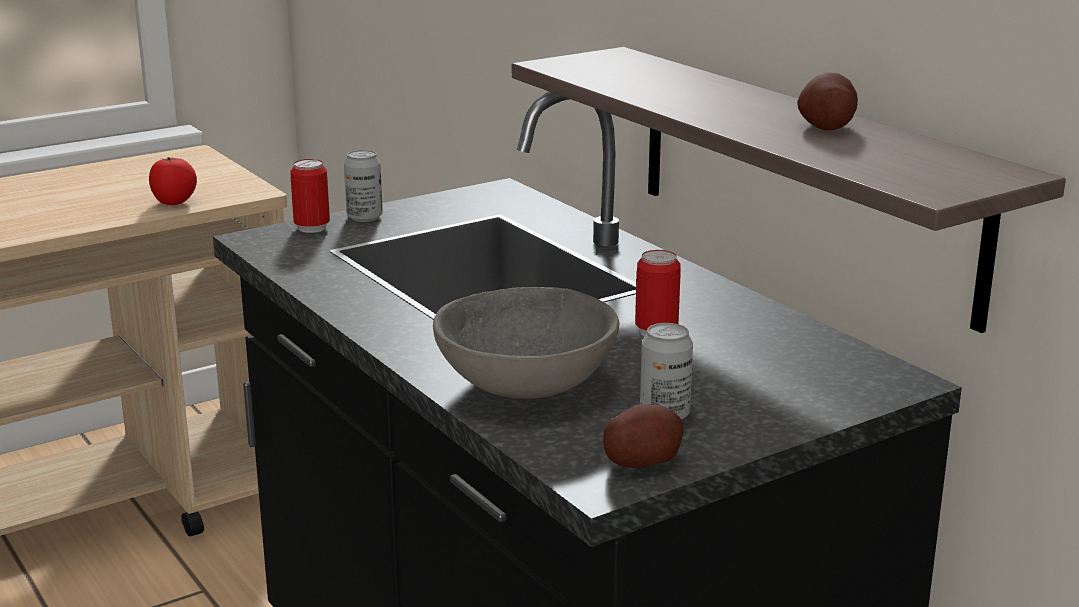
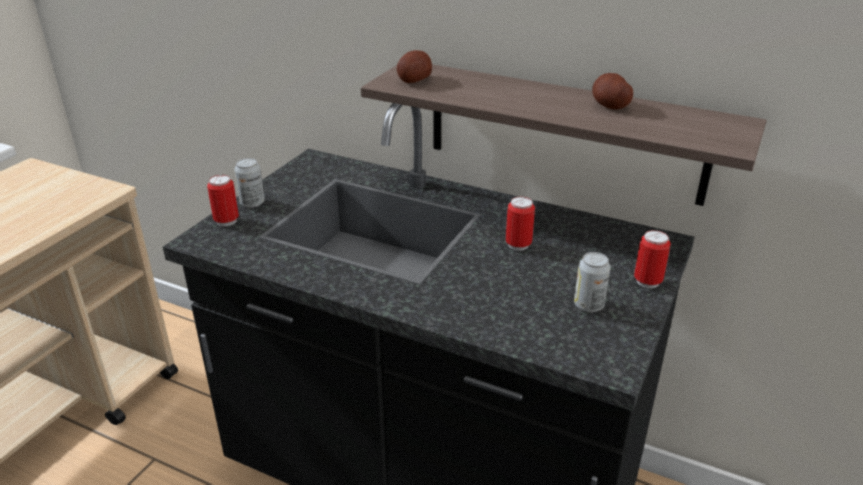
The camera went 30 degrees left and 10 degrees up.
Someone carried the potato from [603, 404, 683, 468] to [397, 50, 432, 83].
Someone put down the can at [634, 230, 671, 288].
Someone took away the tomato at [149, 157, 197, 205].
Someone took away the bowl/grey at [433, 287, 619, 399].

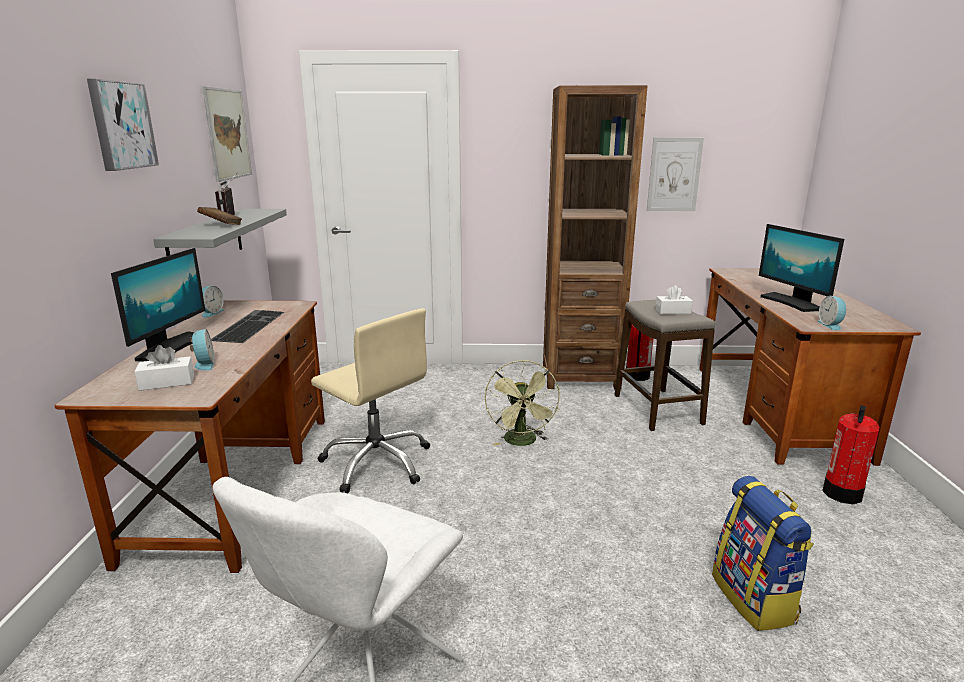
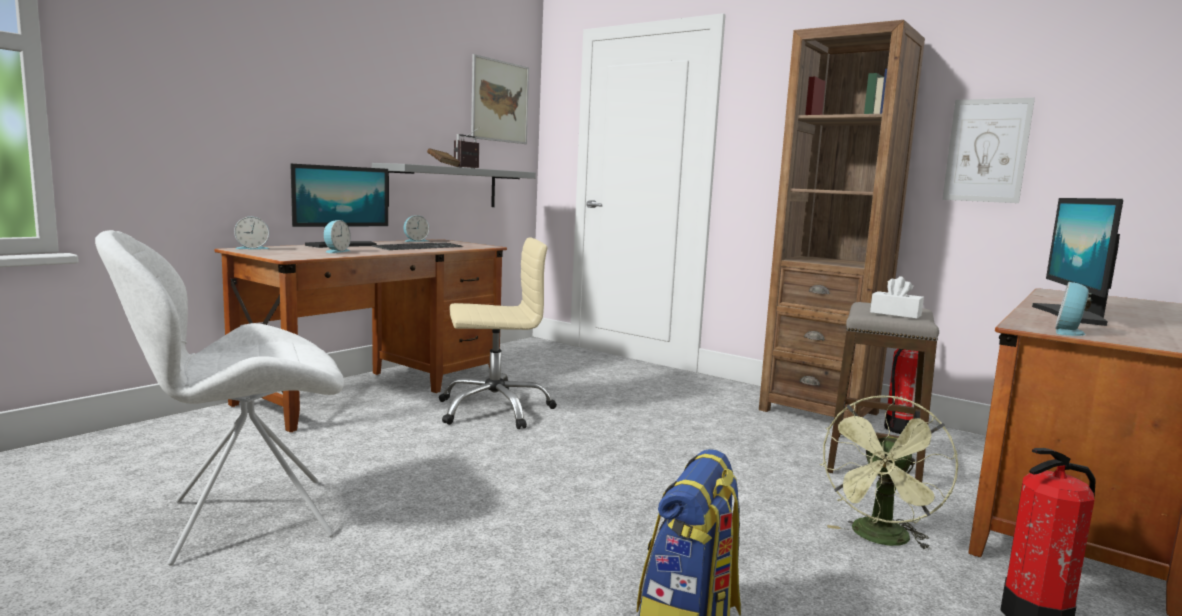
The camera went 35 degrees right and 10 degrees down.
Someone put down the alarm clock at [234, 217, 269, 249].
Someone rotated the office chair/beige at [311, 308, 430, 493] by 90 degrees counterclockwise.
Someone carried the fan/green from [485, 360, 560, 446] to [820, 395, 958, 551].
Someone took away the picture at [87, 79, 159, 171].
Someone took away the tissue box/white at [134, 345, 194, 391].

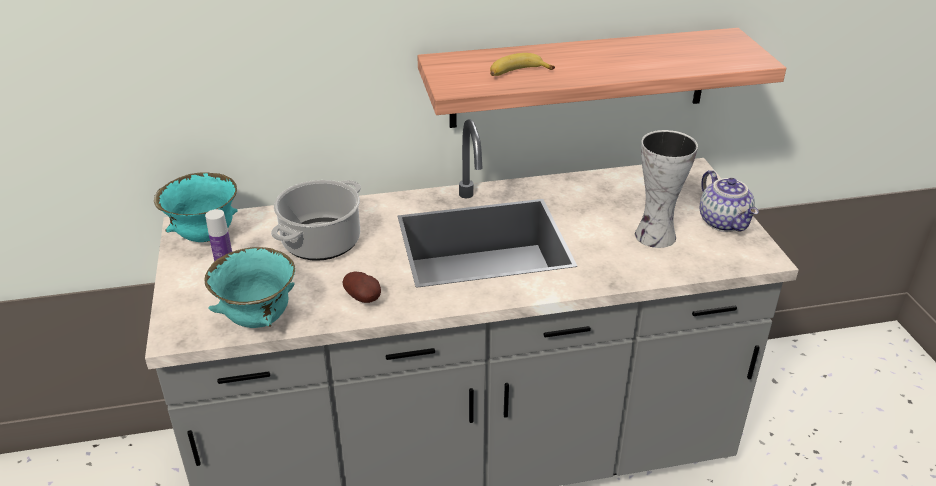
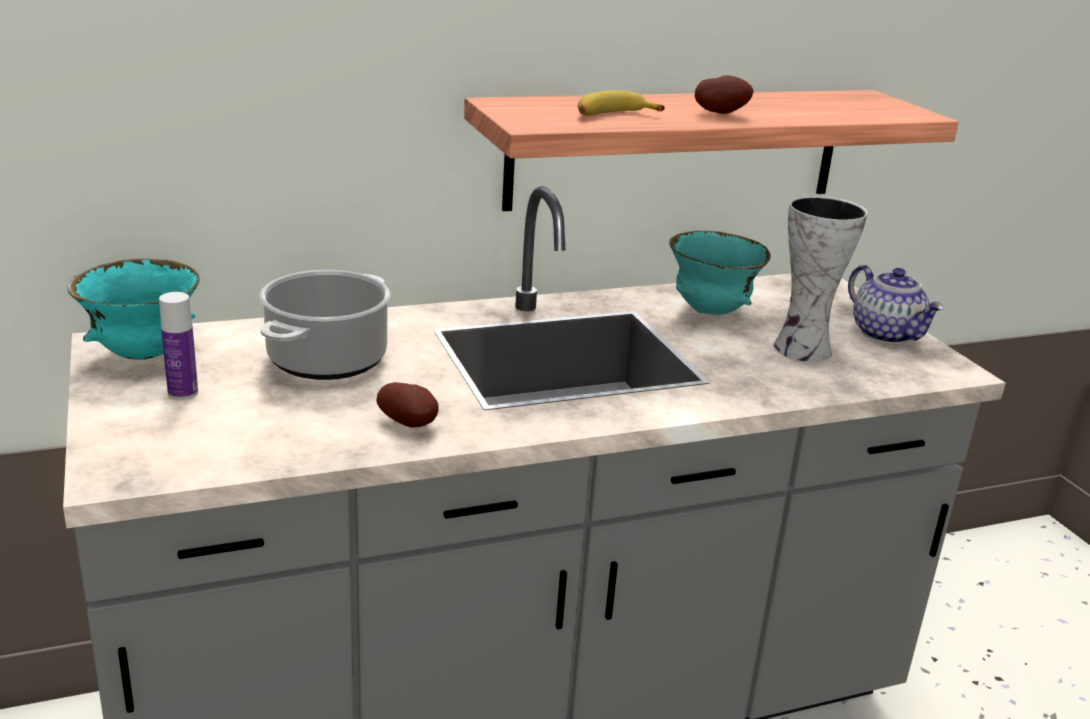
The camera went 10 degrees left and 10 degrees down.
Someone carried the bowl/turquoise from [204, 247, 295, 328] to [669, 231, 771, 315].
Someone put down the potato at [695, 75, 754, 114].

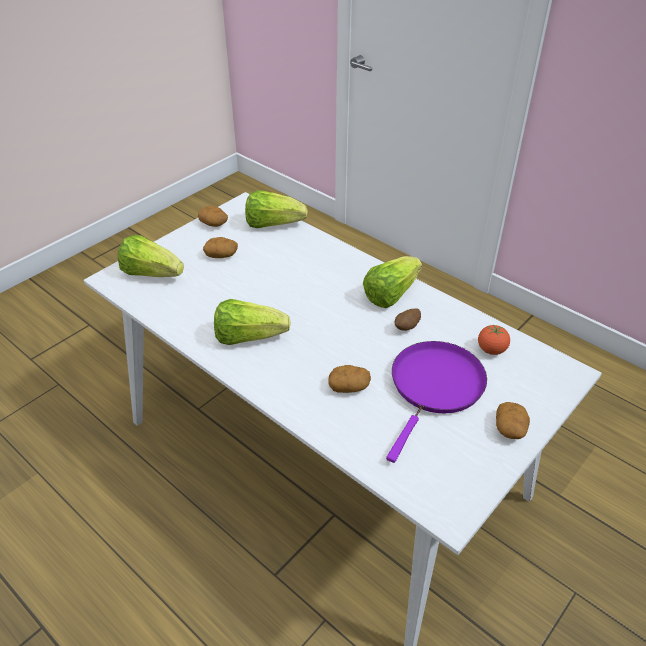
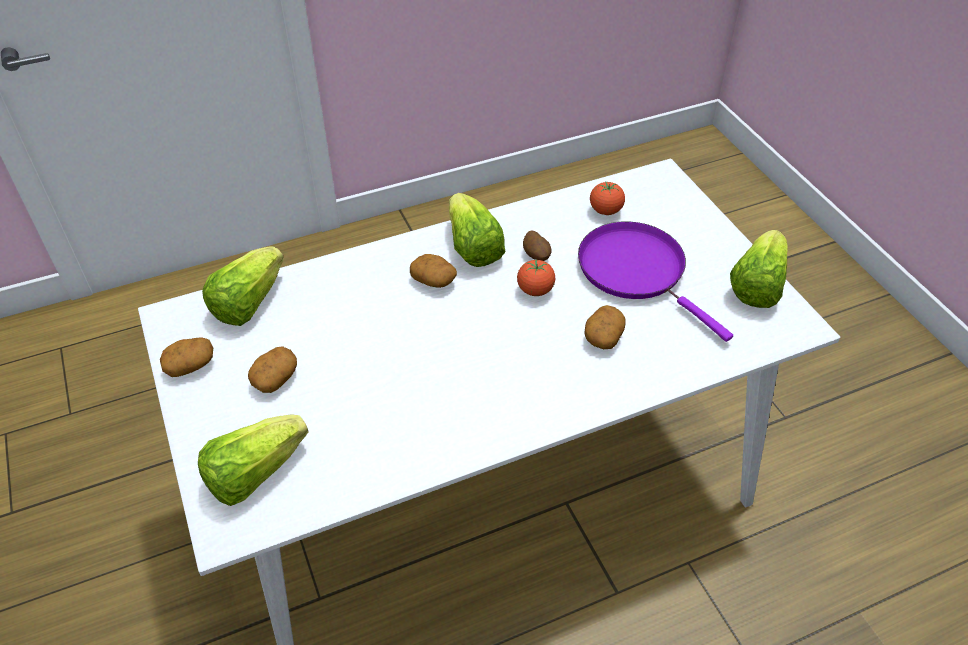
The camera went 65 degrees left and 5 degrees up.
Someone carried the potato from [496, 402, 530, 439] to [410, 254, 457, 288].
Someone put down the tomato at [517, 259, 555, 296].
Someone carried the lettuce from [214, 299, 291, 345] to [730, 230, 788, 308].

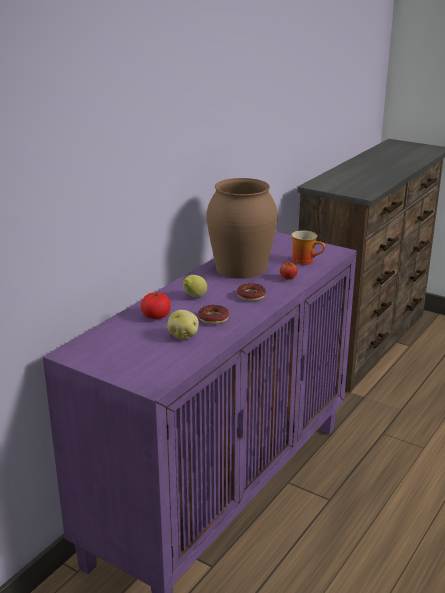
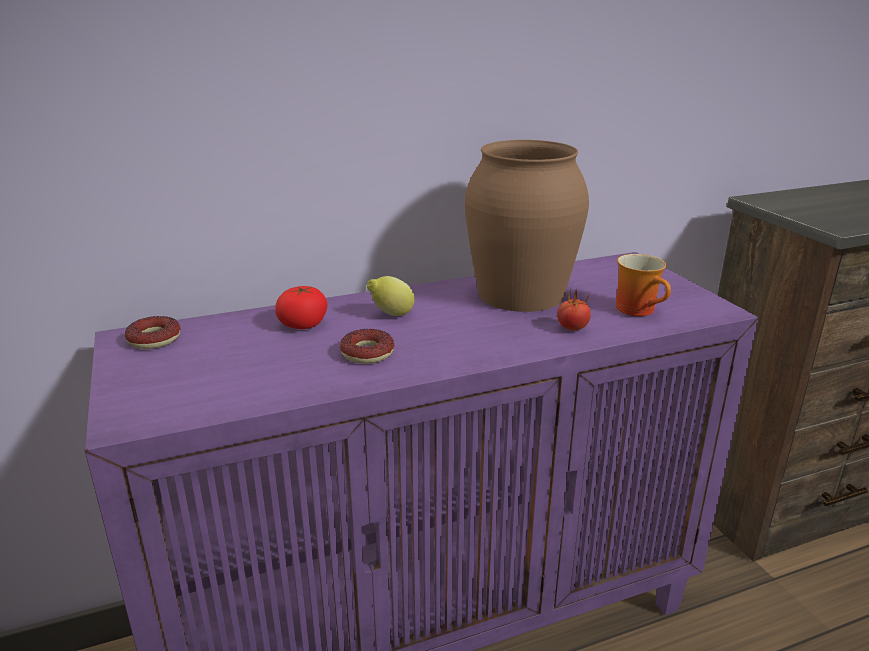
The camera went 35 degrees right and 0 degrees up.
Someone carried the donut from [237, 283, 266, 301] to [125, 316, 181, 349].
Someone took away the potato at [167, 310, 199, 340].

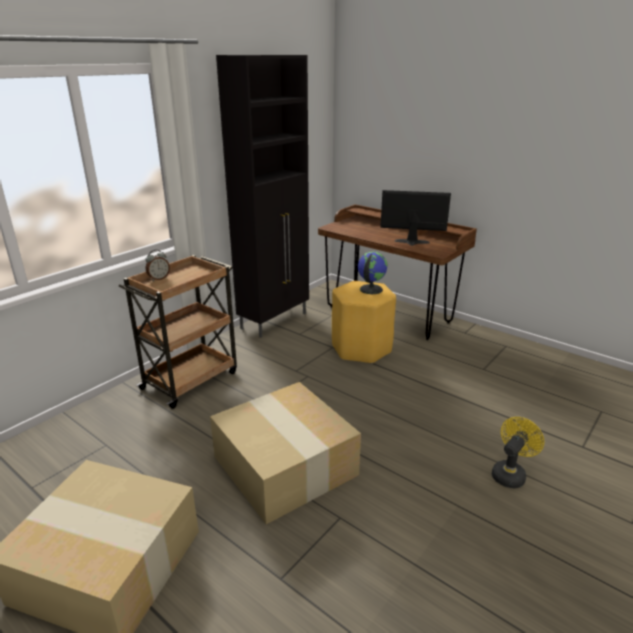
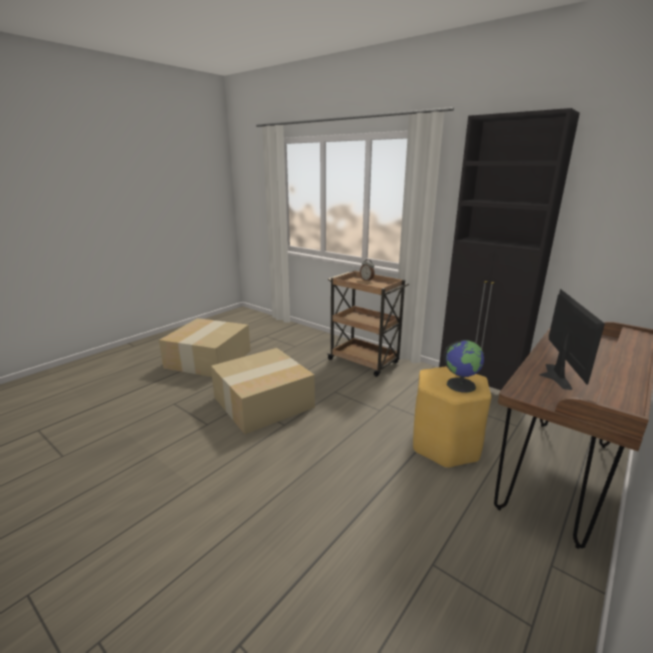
The camera went 90 degrees right and 5 degrees down.
Someone took away the fan/yellow at [492, 417, 544, 488].

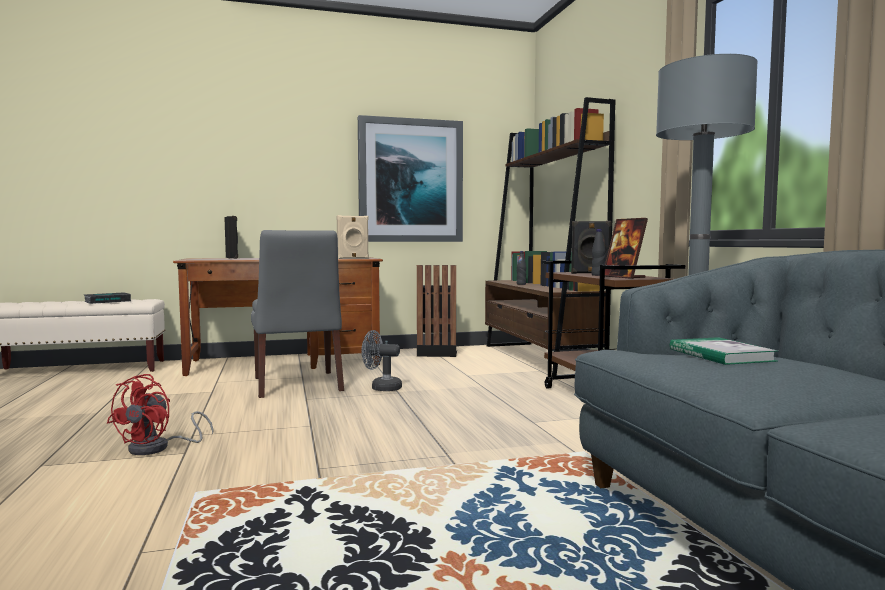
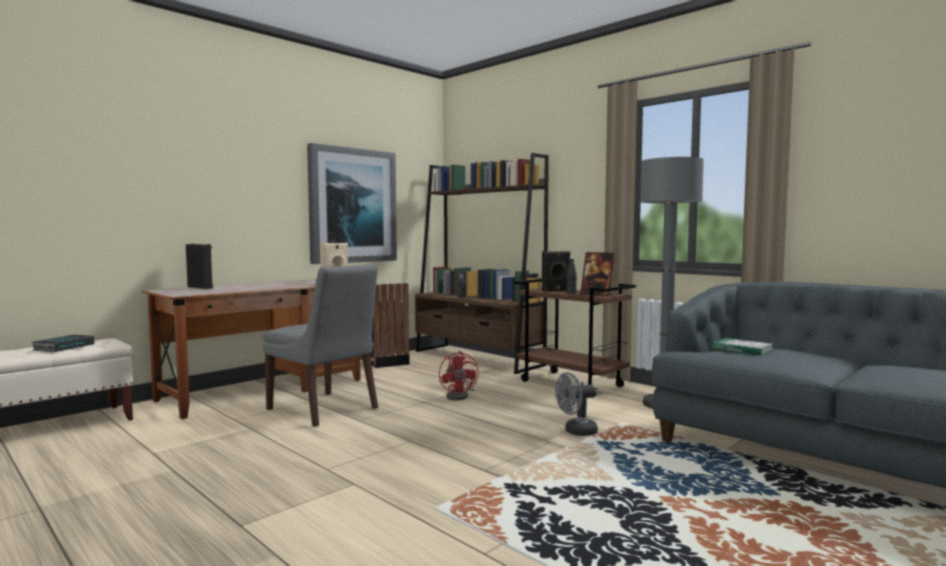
The camera went 30 degrees left and 0 degrees up.
Someone carried the fan/red from [107, 374, 214, 455] to [439, 351, 478, 400].
Someone carried the fan/grey from [362, 330, 402, 391] to [555, 372, 598, 436].

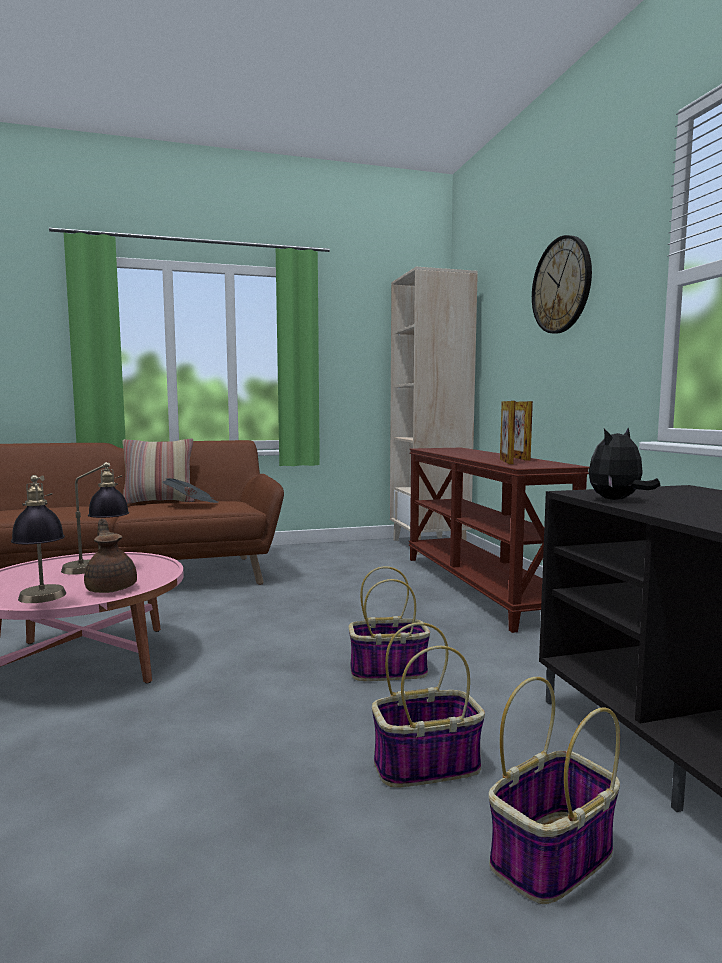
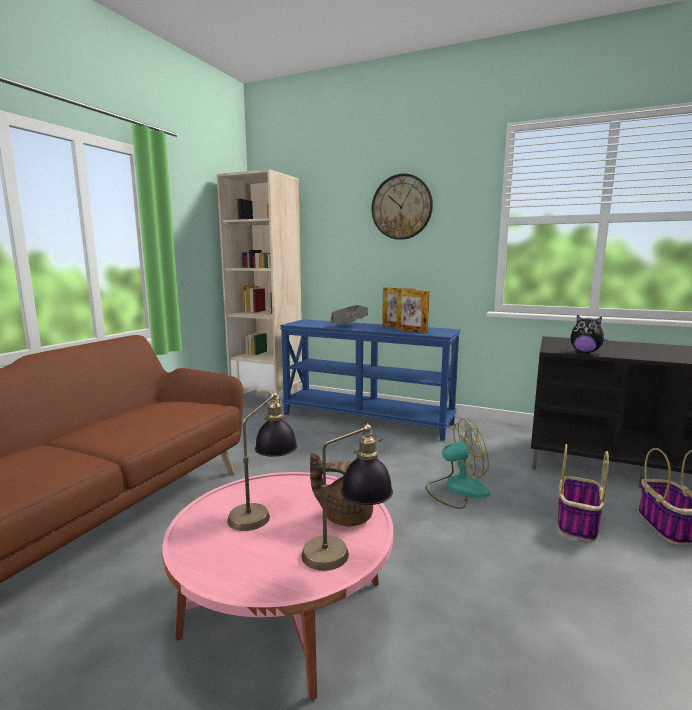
The camera went 50 degrees left and 5 degrees up.
Someone repainted the console table/brown at [408, 448, 589, 633], which became the console table/blue at [280, 319, 461, 441].
Someone carried the newspaper from [162, 478, 218, 503] to [331, 305, 368, 324].
Someone swapped the basket at [349, 566, 430, 681] for the fan at [425, 419, 490, 509].
Someone rotated the plush toy at [589, 428, 660, 500] by 60 degrees counterclockwise.
Someone took away the pillow at [122, 439, 194, 504].

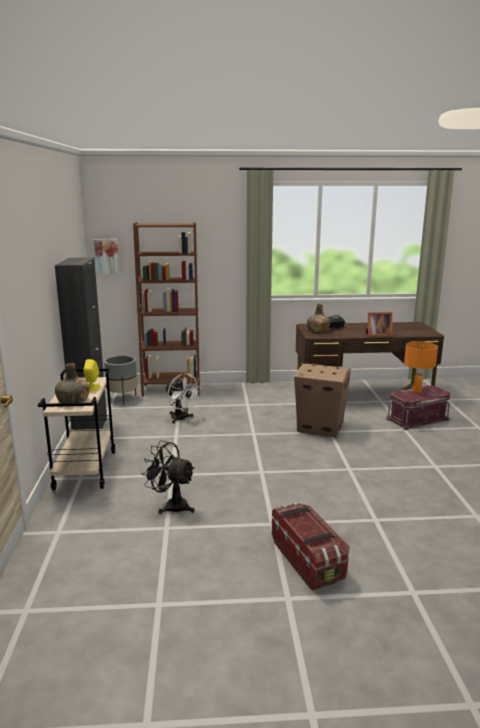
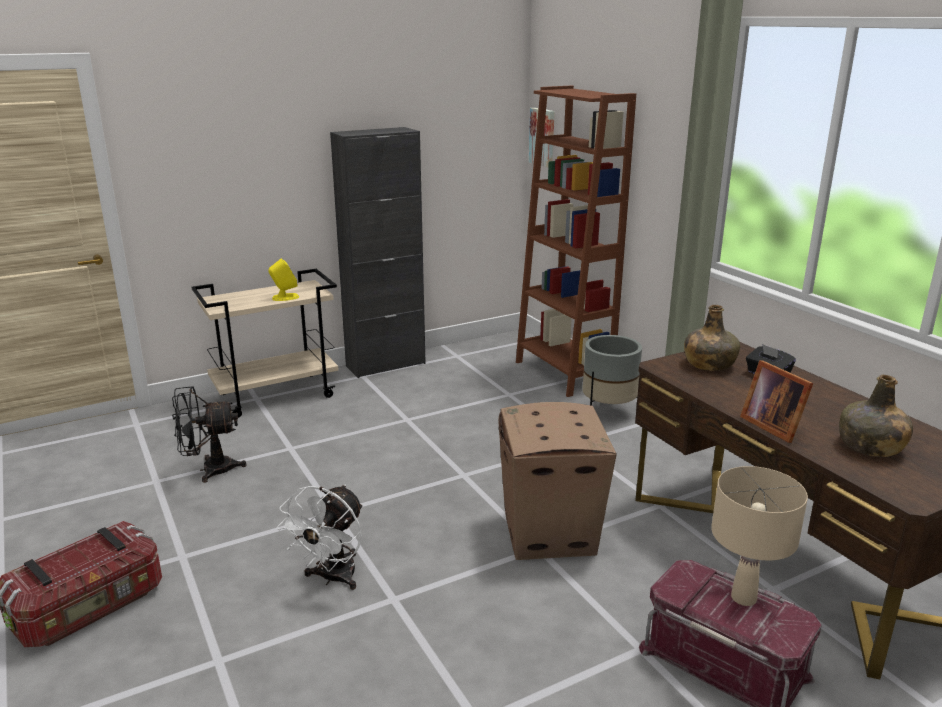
The camera went 65 degrees right and 5 degrees up.
Someone rotated the fan/black at [142, 441, 195, 514] by 105 degrees counterclockwise.
Someone carried the fan/white from [165, 374, 202, 423] to [276, 485, 363, 590].
Someone carried the planter/grey from [104, 355, 138, 403] to [582, 335, 642, 406].
Someone repainted the table lamp/orange at [404, 341, 438, 393], which became the table lamp/beige at [711, 466, 808, 606].
Someone carried the bottle/green from [55, 363, 90, 403] to [839, 375, 913, 457].

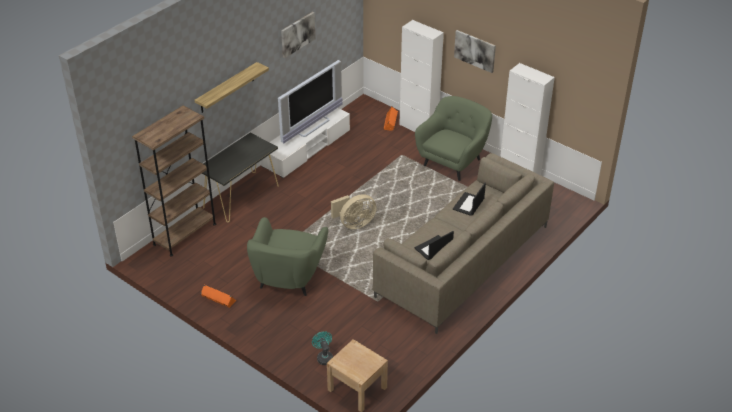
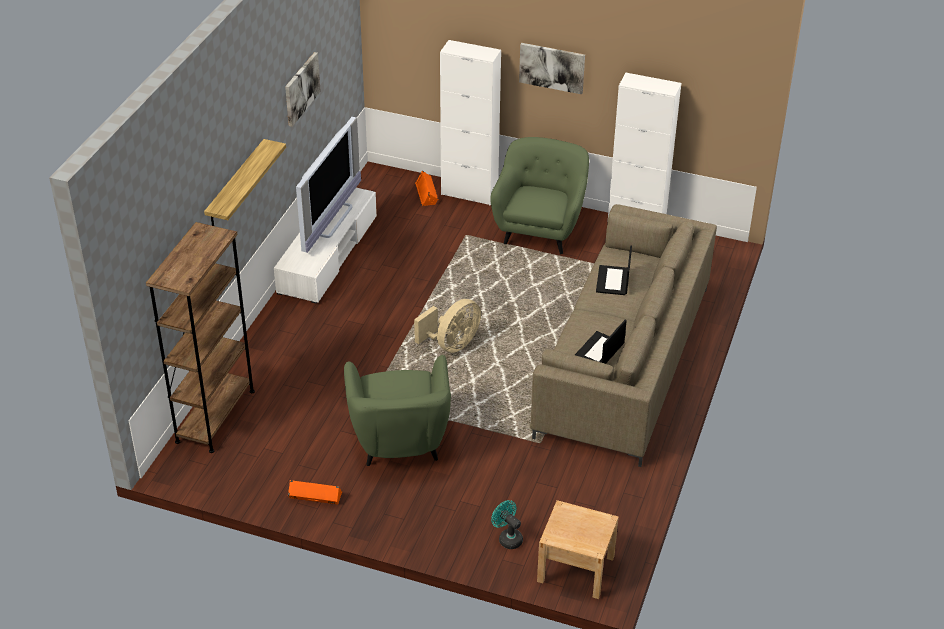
The camera went 20 degrees left and 0 degrees up.
Someone took away the console table/black at [202, 133, 278, 222].

